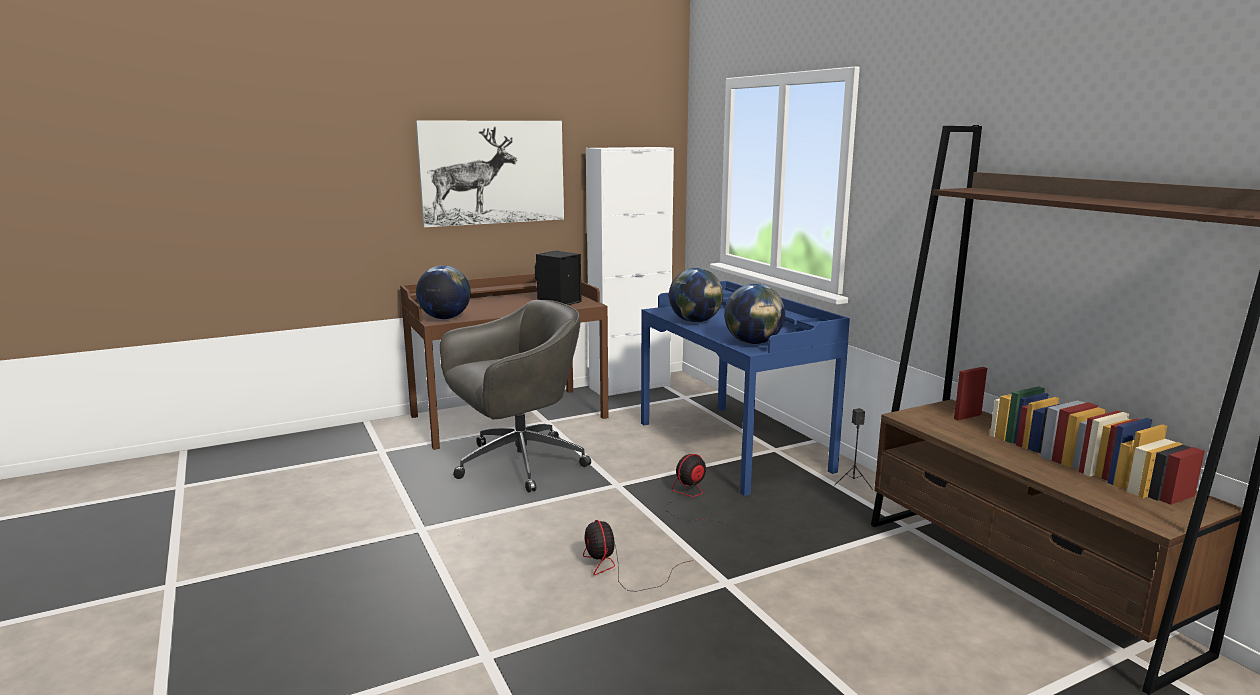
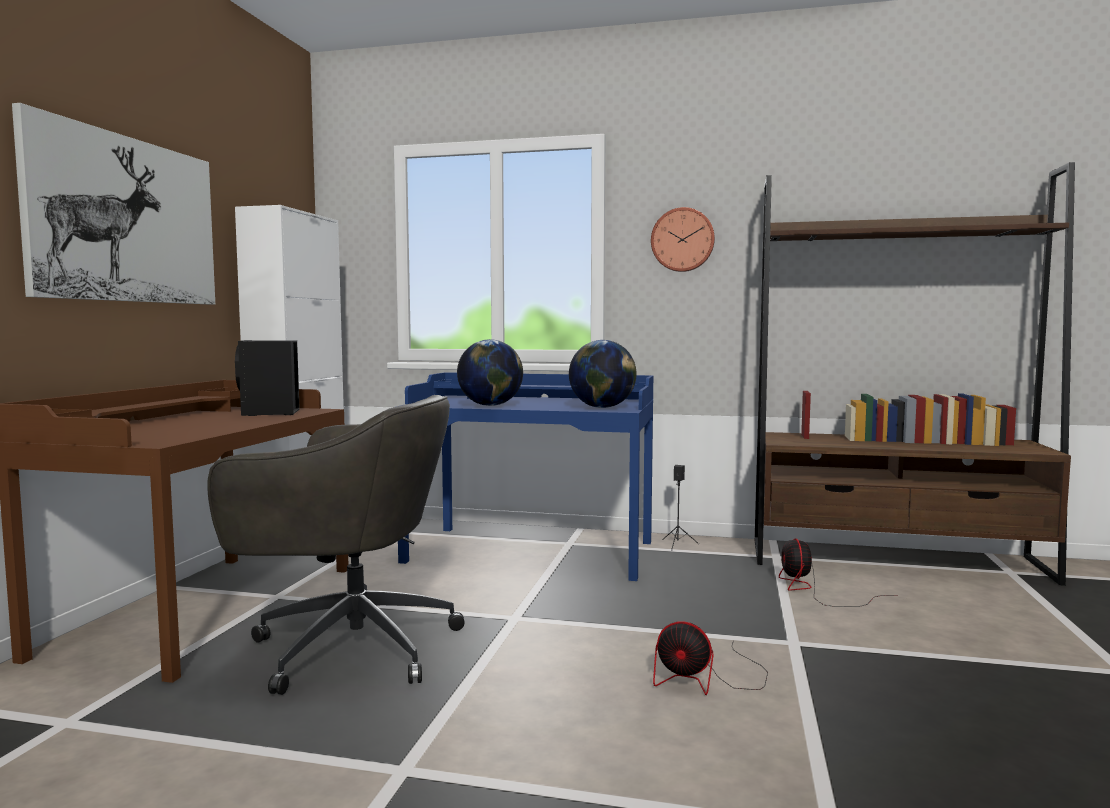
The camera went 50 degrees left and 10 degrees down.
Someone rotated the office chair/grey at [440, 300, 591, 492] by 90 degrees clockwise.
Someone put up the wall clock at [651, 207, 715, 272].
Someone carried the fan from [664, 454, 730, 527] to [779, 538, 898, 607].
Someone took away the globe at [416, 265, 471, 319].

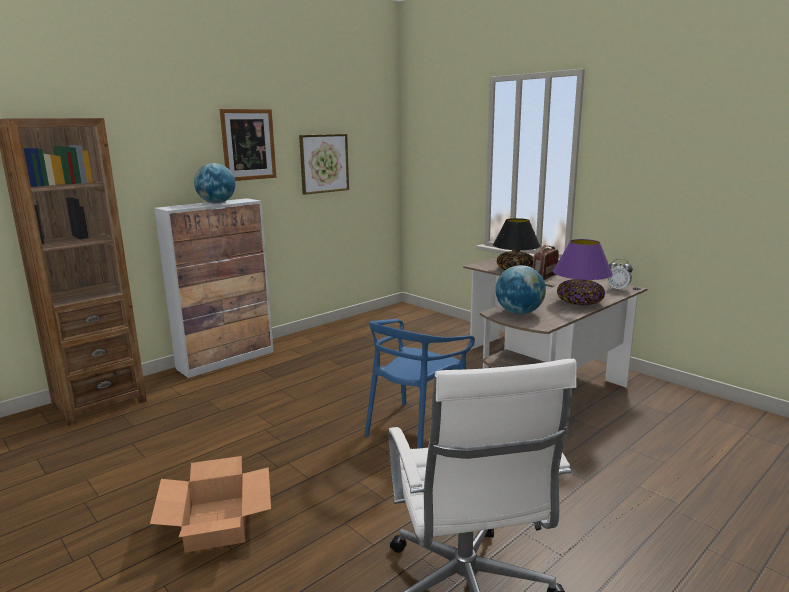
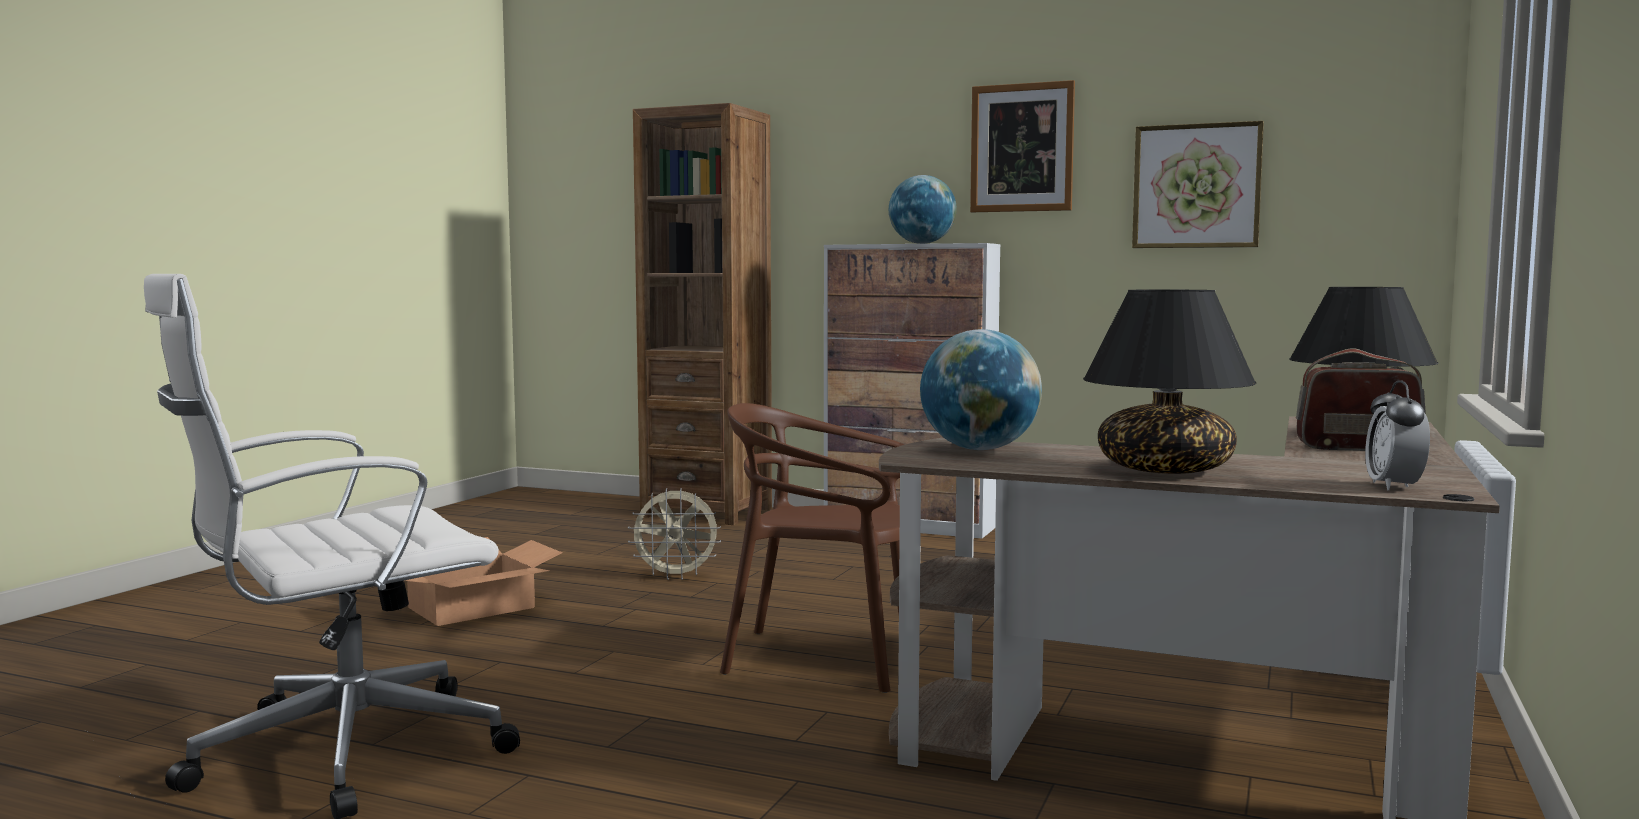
The camera went 65 degrees right and 10 degrees down.
Someone put down the fan/beige at [628, 488, 721, 580].
Someone repainted the chair/blue at [365, 319, 475, 449], which became the chair/brown at [720, 403, 904, 693].
Someone repainted the table lamp/purple at [553, 239, 613, 305], which became the table lamp/black at [1083, 289, 1257, 474].

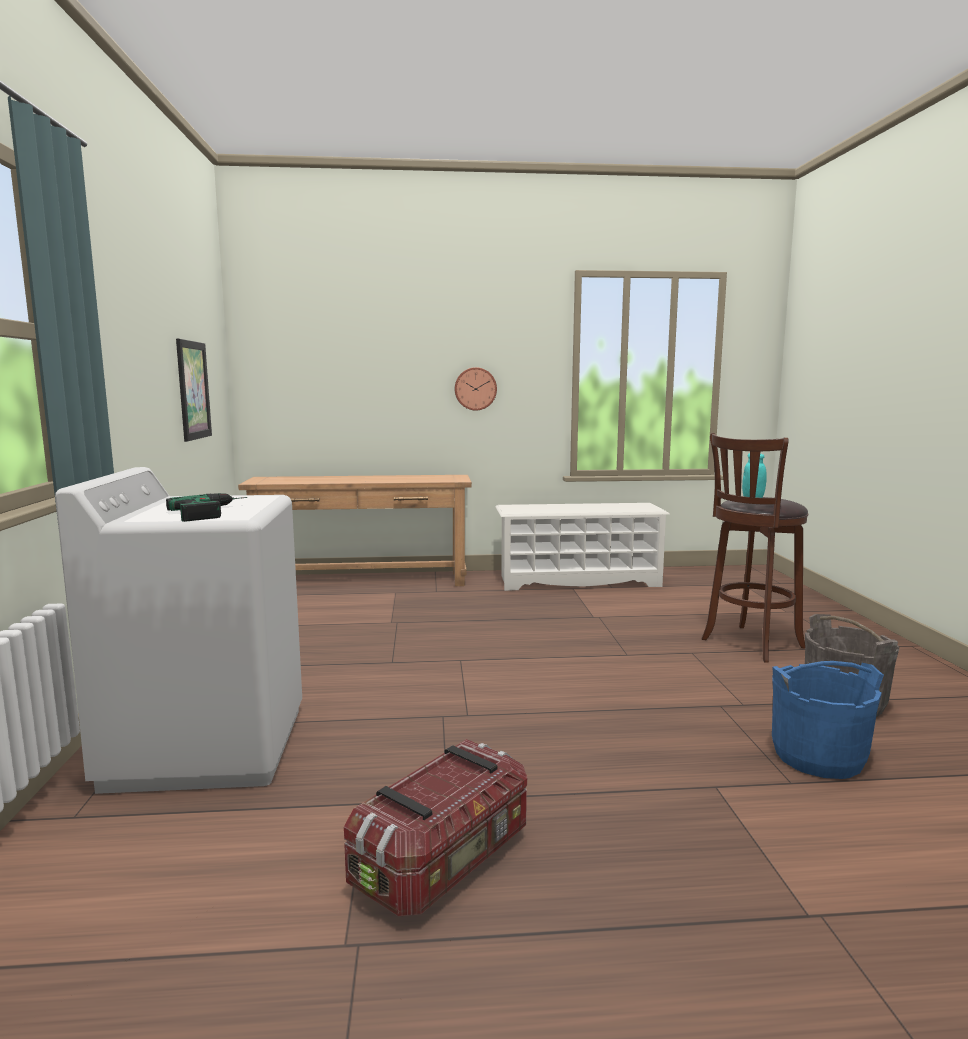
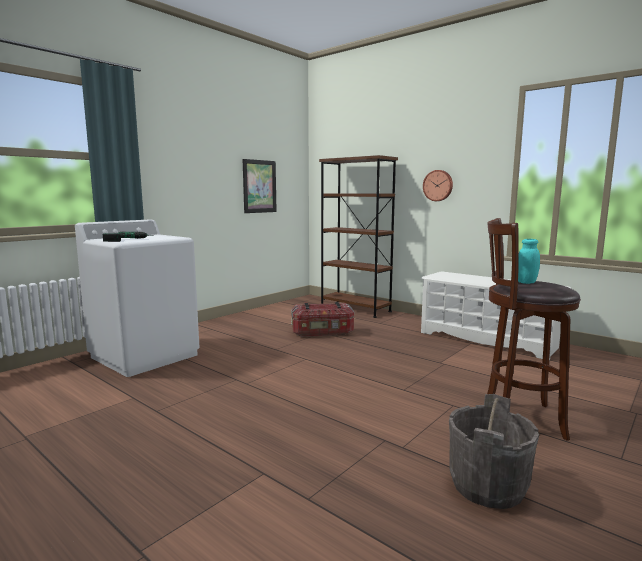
The camera went 45 degrees right and 0 degrees up.
Someone carried the storage box from [344, 739, 527, 917] to [291, 302, 354, 337].
Someone swapped the console table/brown at [238, 475, 472, 586] for the bookcase/brown at [319, 155, 398, 318].
Someone took away the bucket/blue at [772, 661, 884, 779].

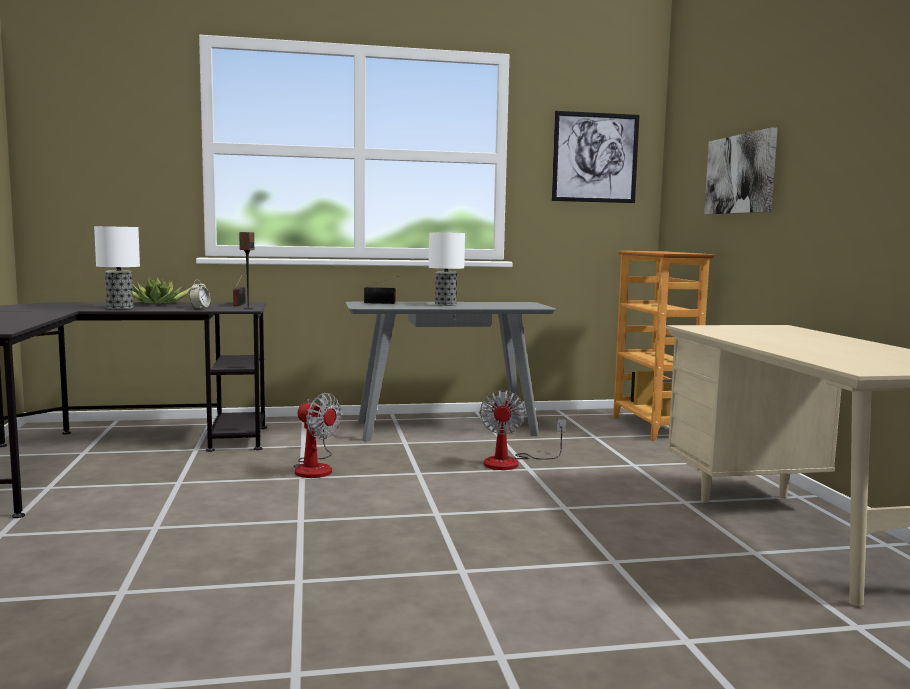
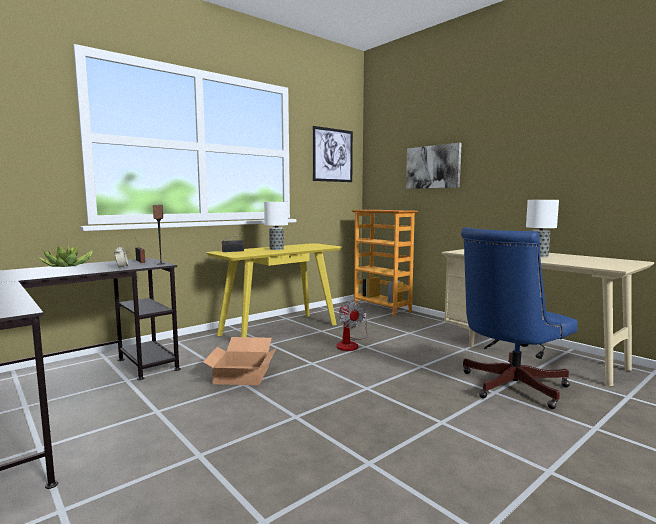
The camera went 30 degrees left and 0 degrees up.
Someone swapped the fan at [293, 393, 342, 478] for the cardboard box at [203, 337, 277, 385].
Someone repainted the console table/grey at [345, 302, 556, 441], which became the console table/yellow at [207, 243, 342, 337].
Someone put down the office chair/blue at [461, 227, 578, 409].
Someone carried the table lamp from [94, 226, 140, 309] to [526, 200, 559, 257].

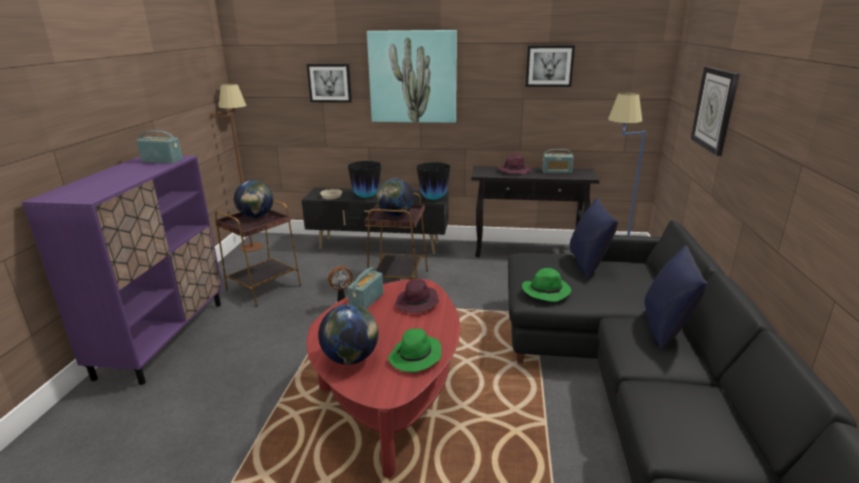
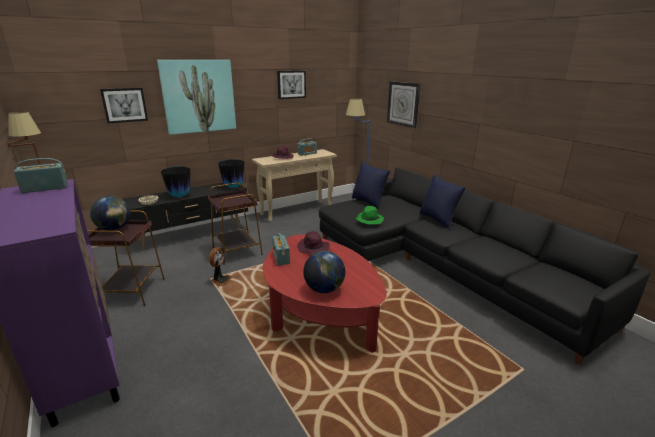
The camera went 40 degrees left and 0 degrees up.
Someone repainted the console table/black at [471, 166, 600, 257], which became the console table/beige at [252, 149, 337, 222].
Someone took away the globe at [376, 179, 414, 217].
Someone took away the hat/green at [388, 329, 442, 372].

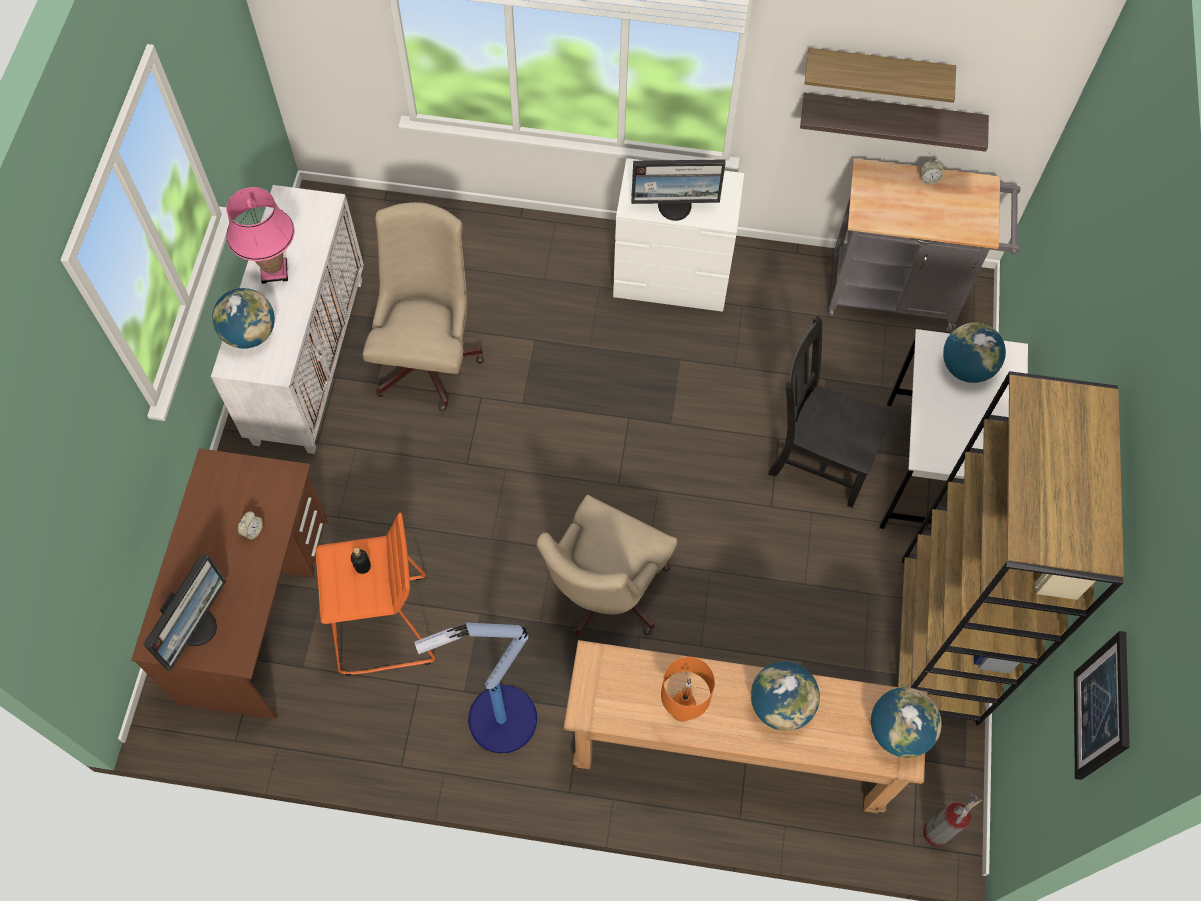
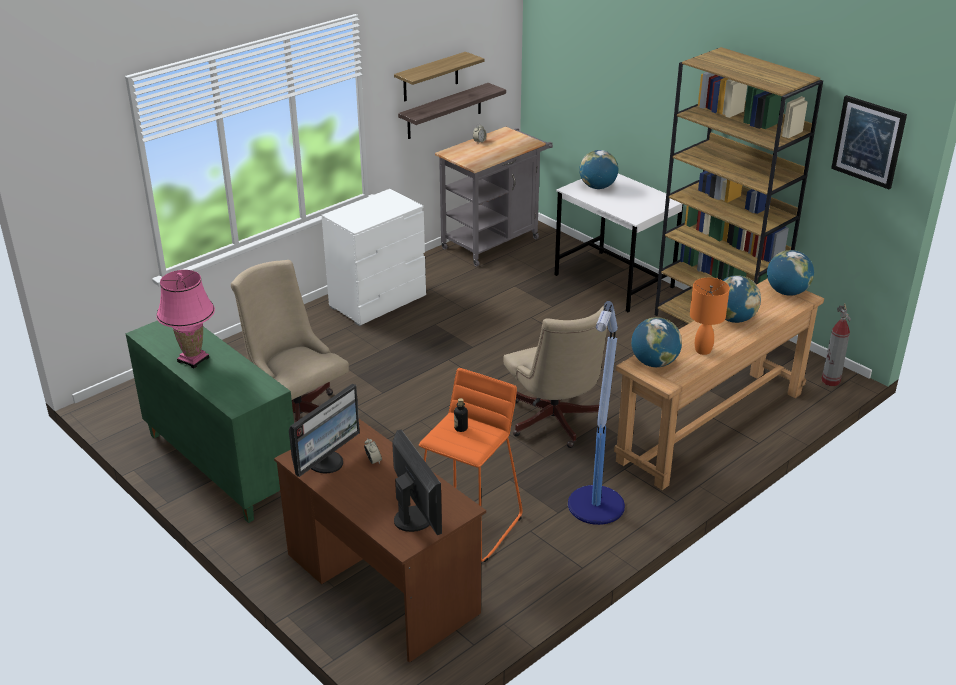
The camera went 50 degrees left and 30 degrees down.
Someone repainted the cabinet/white at [211, 185, 364, 454], which became the cabinet/green at [125, 320, 294, 523].
Someone carried the monitor from [631, 159, 726, 221] to [289, 383, 360, 477].
Someone carried the globe from [212, 288, 275, 349] to [631, 317, 682, 367].
Someone took away the chair/black at [768, 315, 892, 508].

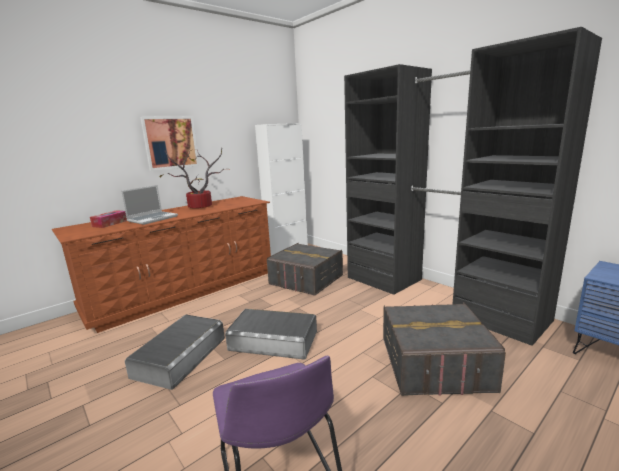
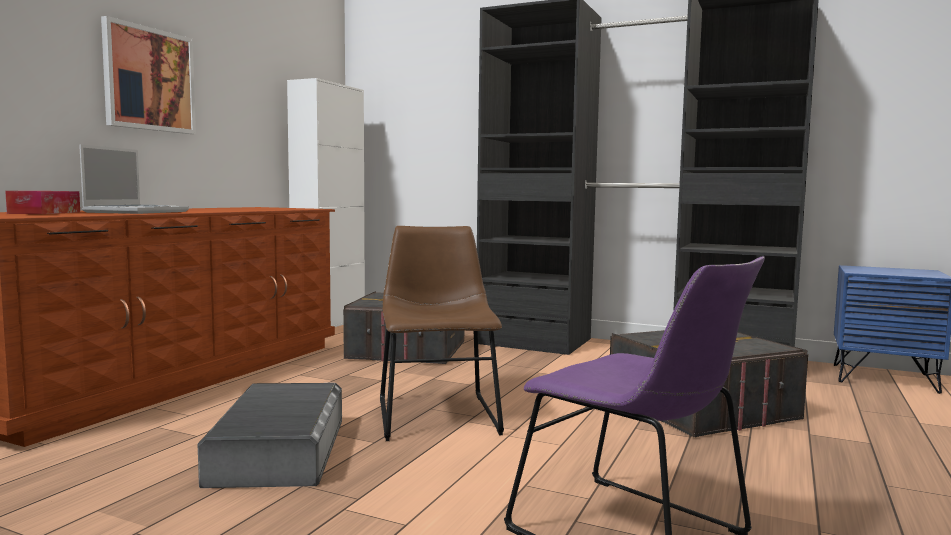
The camera went 25 degrees left and 10 degrees down.
Someone swapped the storage box/grey at [225, 309, 317, 359] for the chair/brown at [380, 226, 504, 441].
Someone took away the potted plant at [159, 148, 231, 208].

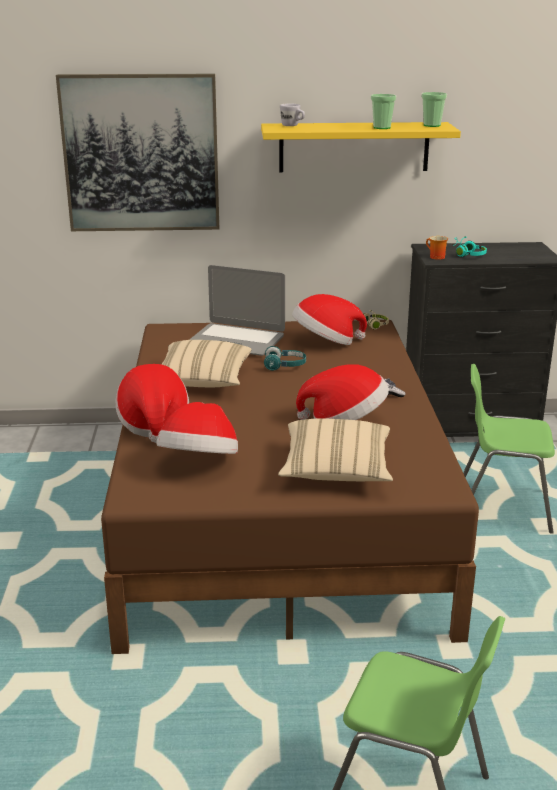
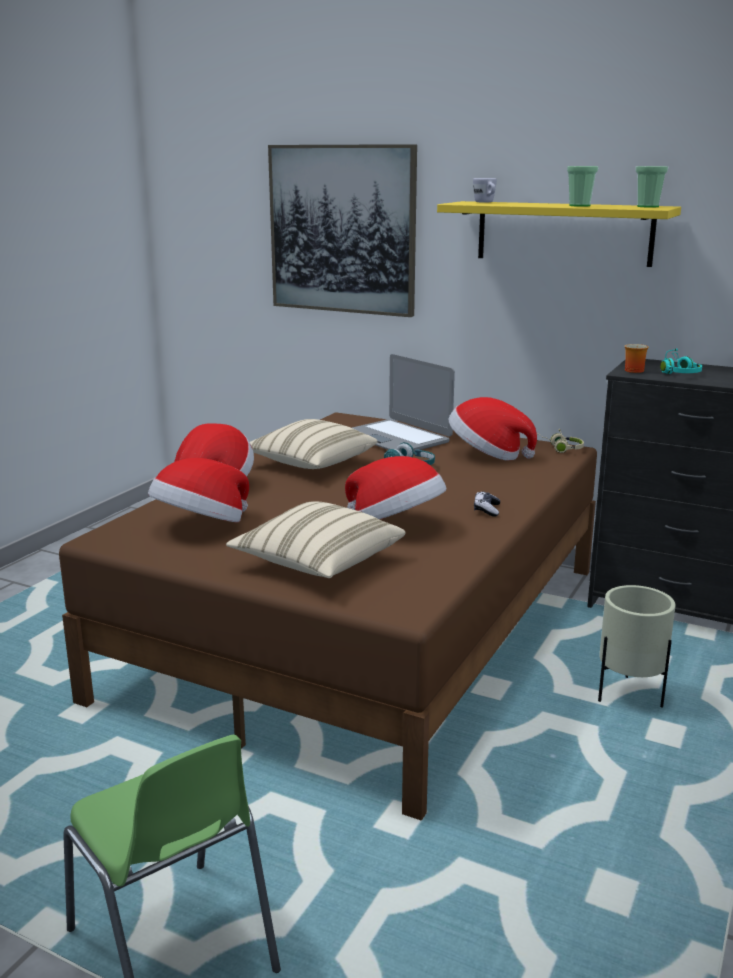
The camera went 30 degrees right and 5 degrees down.
Someone swapped the chair/green at [463, 364, 555, 534] for the planter/beige at [598, 585, 676, 708].

